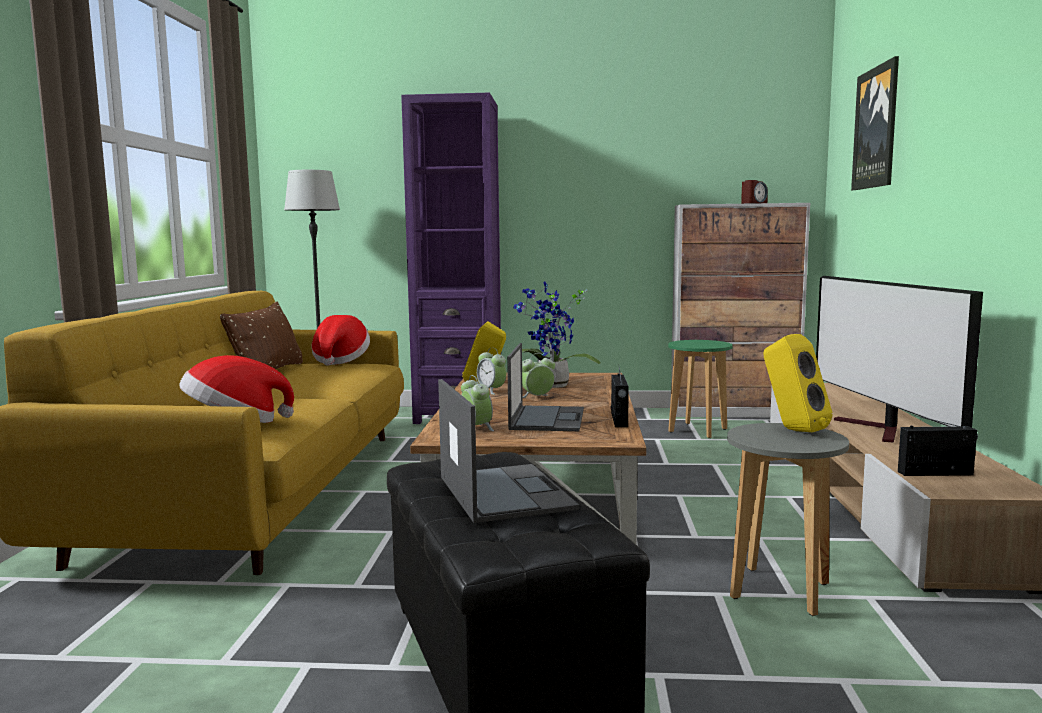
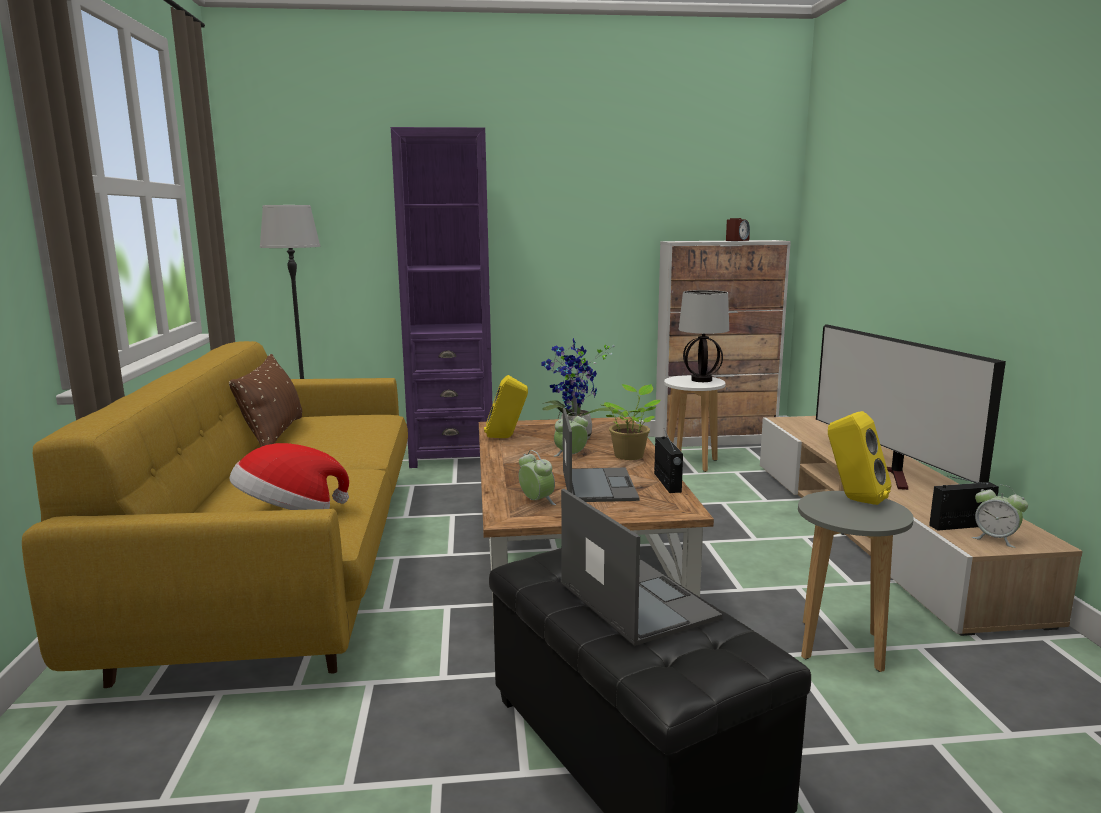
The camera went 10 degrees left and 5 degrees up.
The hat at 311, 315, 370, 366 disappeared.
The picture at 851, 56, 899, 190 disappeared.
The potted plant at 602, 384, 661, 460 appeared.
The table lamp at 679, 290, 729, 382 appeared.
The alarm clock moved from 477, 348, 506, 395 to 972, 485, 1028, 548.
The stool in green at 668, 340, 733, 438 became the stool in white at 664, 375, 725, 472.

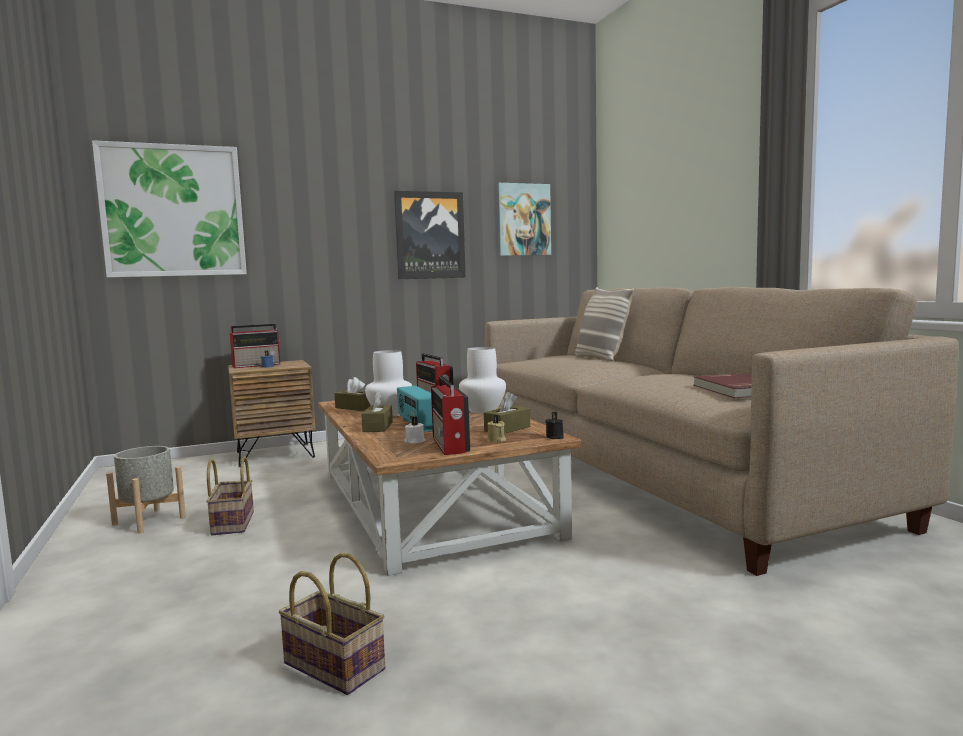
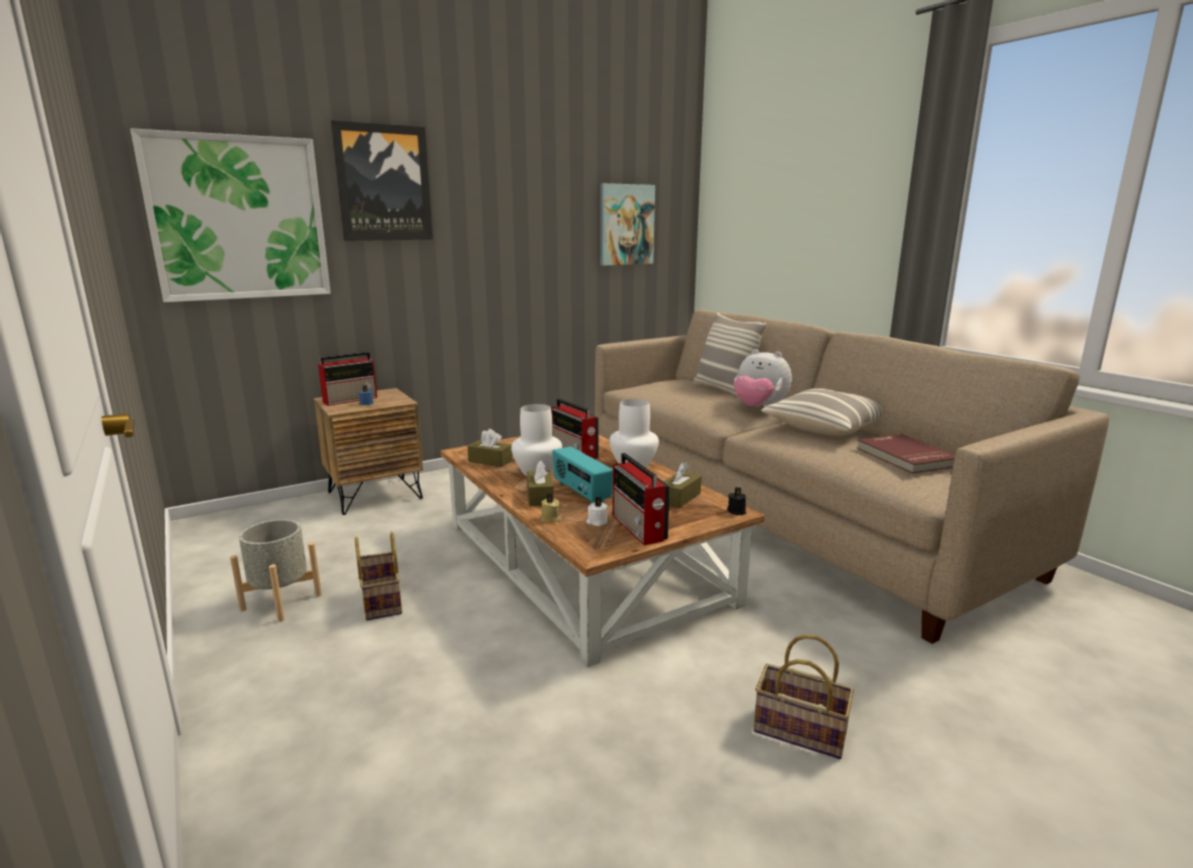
The camera went 10 degrees left and 10 degrees up.
The plush toy at 734, 349, 792, 407 appeared.
The pillow at 761, 388, 882, 436 appeared.
The basket moved from 279, 553, 385, 695 to 753, 634, 854, 759.
The picture moved from 394, 191, 466, 279 to 331, 120, 433, 241.
The candle in beige moved from 487, 414, 506, 442 to 541, 493, 561, 522.

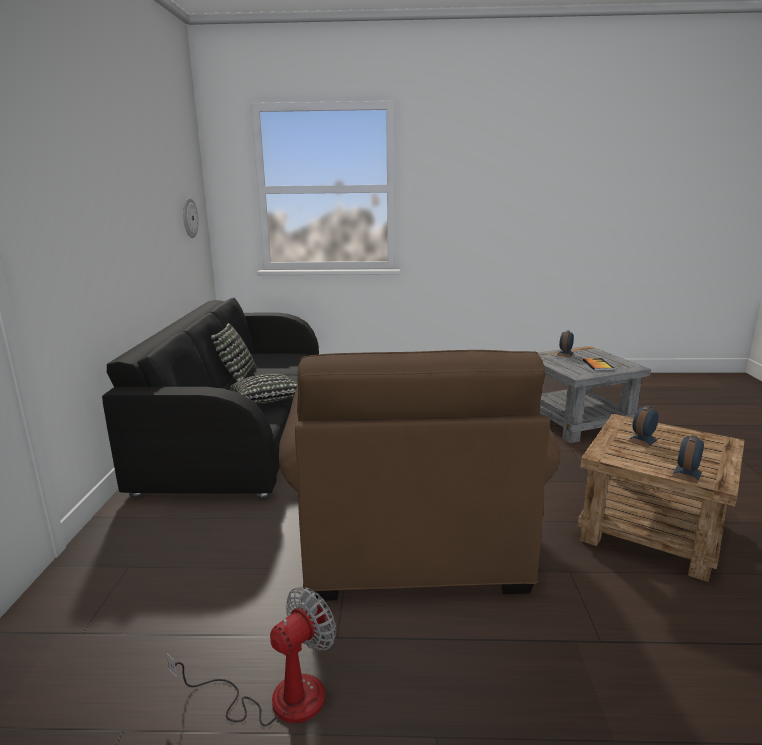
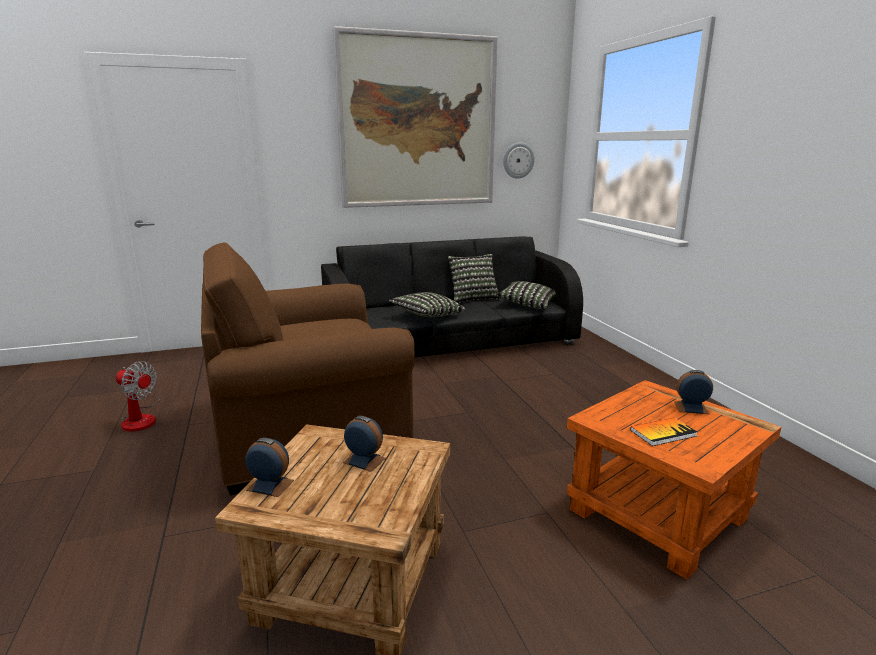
The camera went 70 degrees right and 0 degrees up.
The picture at 332, 26, 498, 208 appeared.
The pillow at 497, 281, 556, 309 appeared.
The side table in grey at 537, 346, 651, 443 became the side table in orange at 567, 380, 781, 580.

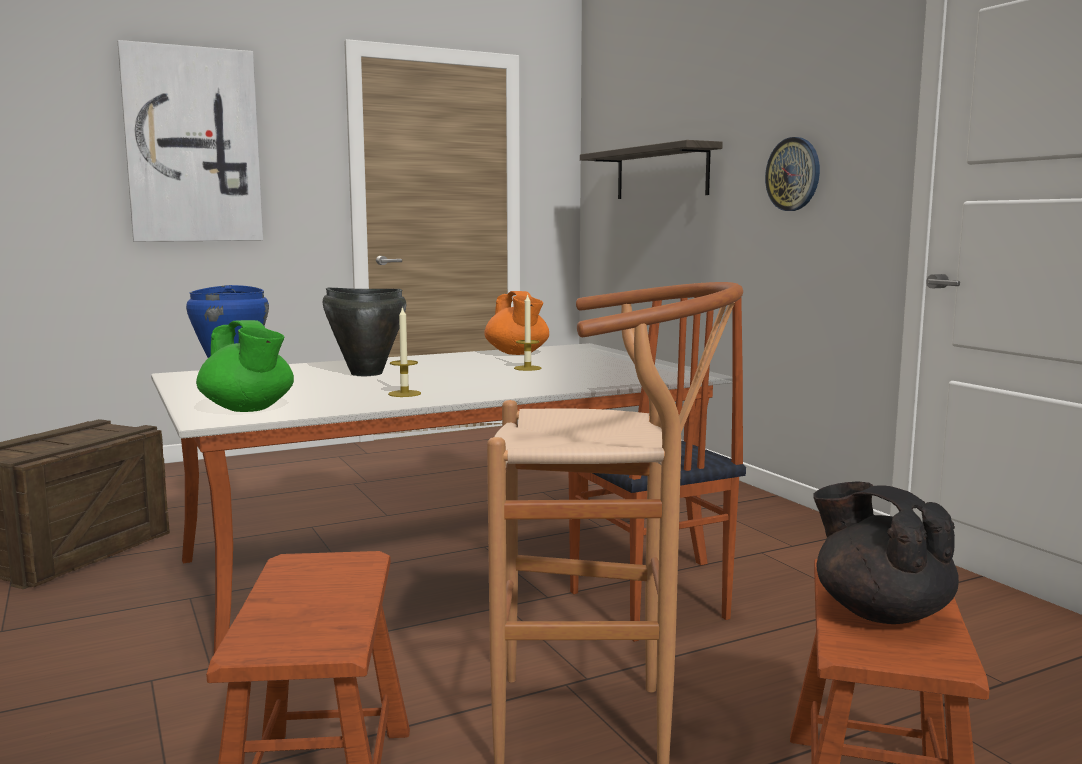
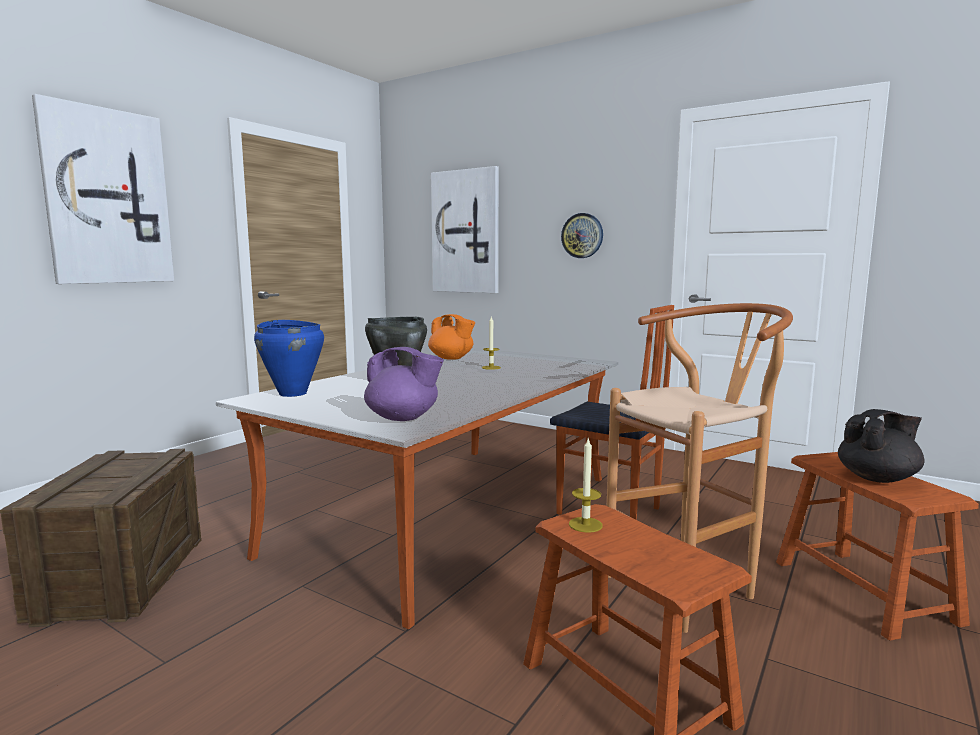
The camera went 30 degrees left and 0 degrees up.
The candle moved from 388, 306, 421, 397 to 569, 439, 603, 533.
The shelf at 580, 140, 723, 199 was replaced by the picture at 431, 166, 499, 293.
The teapot in green at 196, 320, 294, 412 became the teapot in purple at 364, 347, 444, 421.
The teapot in black at 813, 481, 959, 624 turned 135 degrees clockwise.

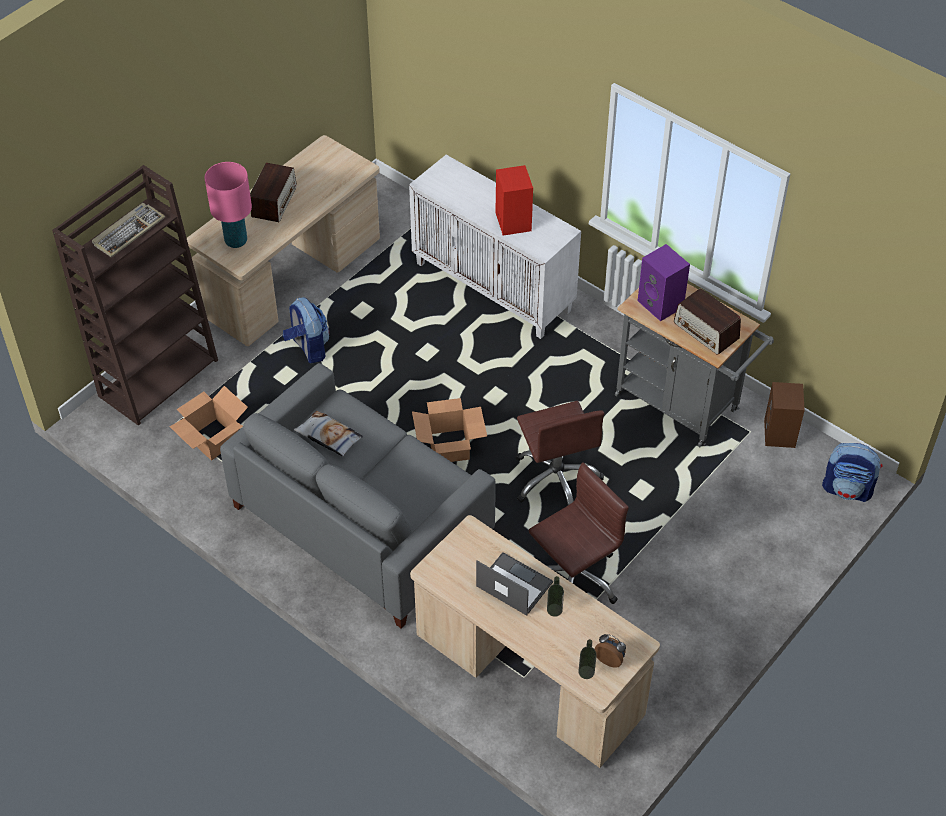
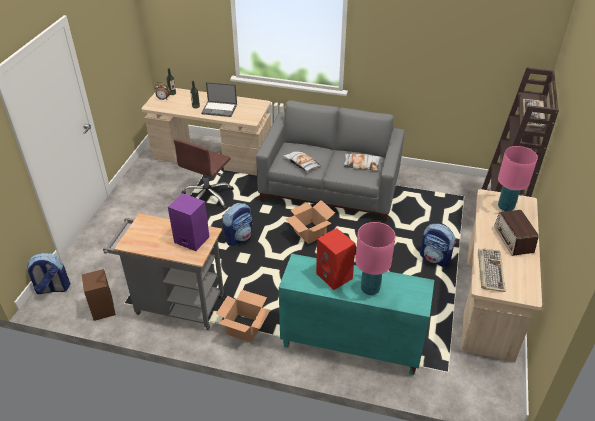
The camera went 155 degrees right and 10 degrees down.
The radio at 674, 288, 741, 355 disappeared.
The pillow at 283, 150, 321, 172 appeared.
The table lamp in pink at 355, 222, 396, 295 appeared.
The keyboard at 478, 248, 506, 292 appeared.
The cardboard box moved from 170, 386, 248, 461 to 216, 290, 270, 343.
The office chair in brown at 516, 401, 604, 505 was replaced by the backpack at 222, 203, 253, 246.
The cabinet in white at 409, 155, 581, 339 became the cabinet in turquoise at 279, 254, 434, 375.

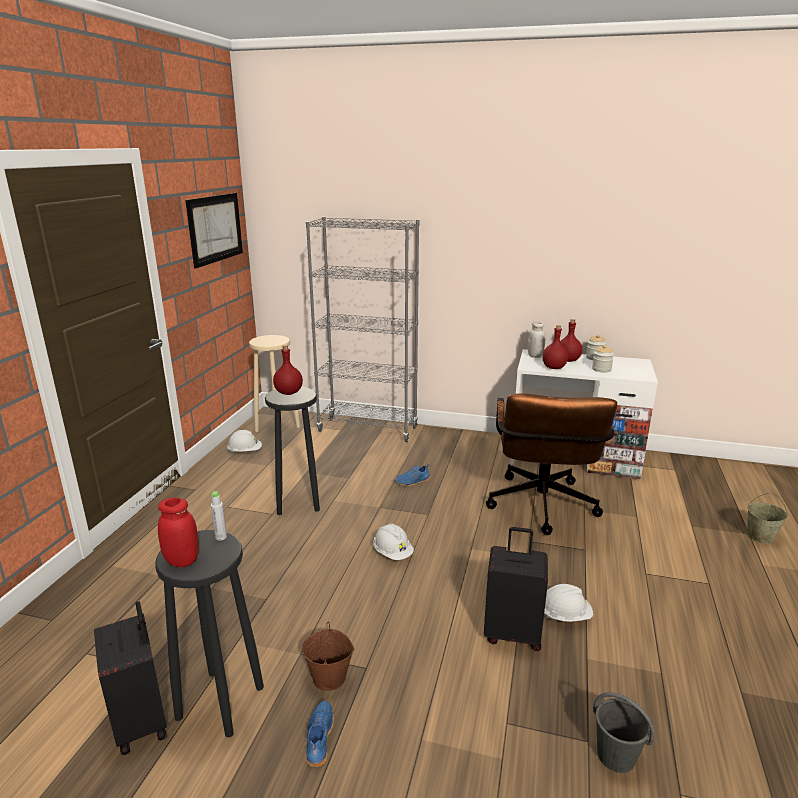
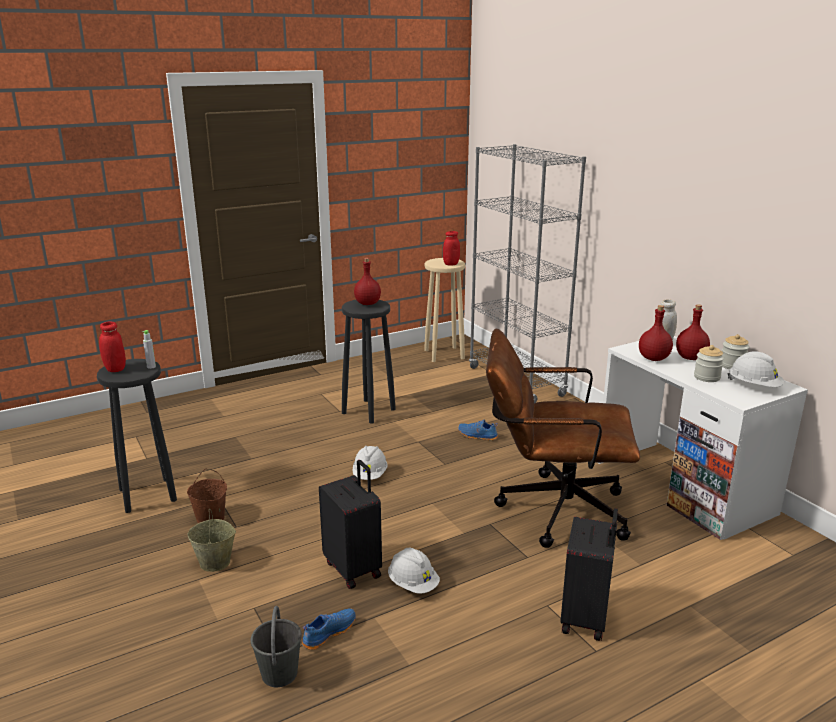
The camera went 45 degrees right and 0 degrees up.
The picture at 185, 193, 243, 269 disappeared.
The jar in red at 443, 231, 460, 266 appeared.
The suitcase in black moved from 94, 601, 167, 755 to 561, 508, 618, 641.
The hard hat in white moved from 227, 430, 262, 452 to 728, 351, 784, 387.
The shoe in blue moved from 306, 701, 334, 767 to 302, 609, 356, 650.
The bucket in beige moved from 747, 493, 788, 544 to 187, 509, 236, 572.
The office chair in brown at 486, 393, 617, 535 turned 45 degrees clockwise.

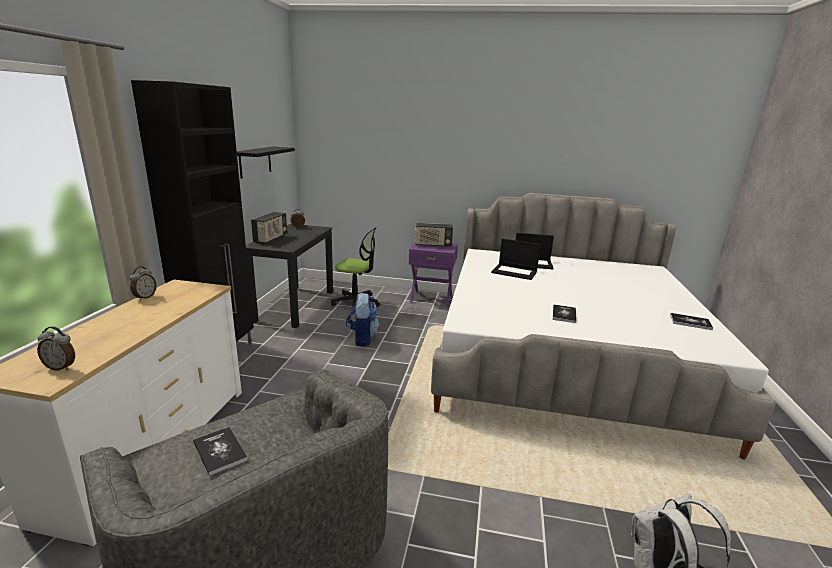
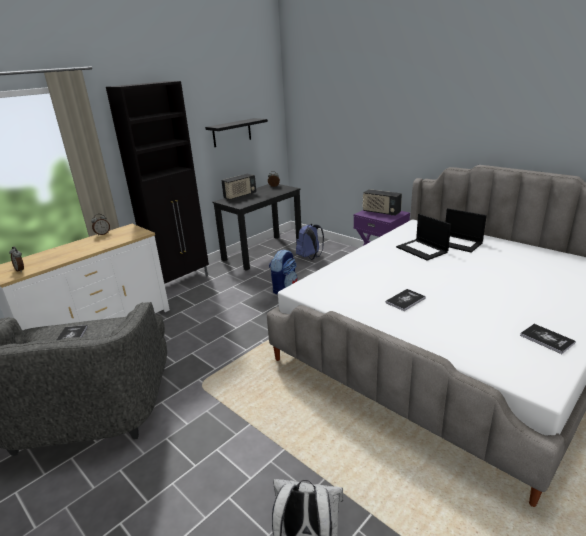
The camera went 35 degrees right and 5 degrees up.
The office chair at 331, 227, 380, 311 was replaced by the backpack in blue at 296, 224, 324, 260.

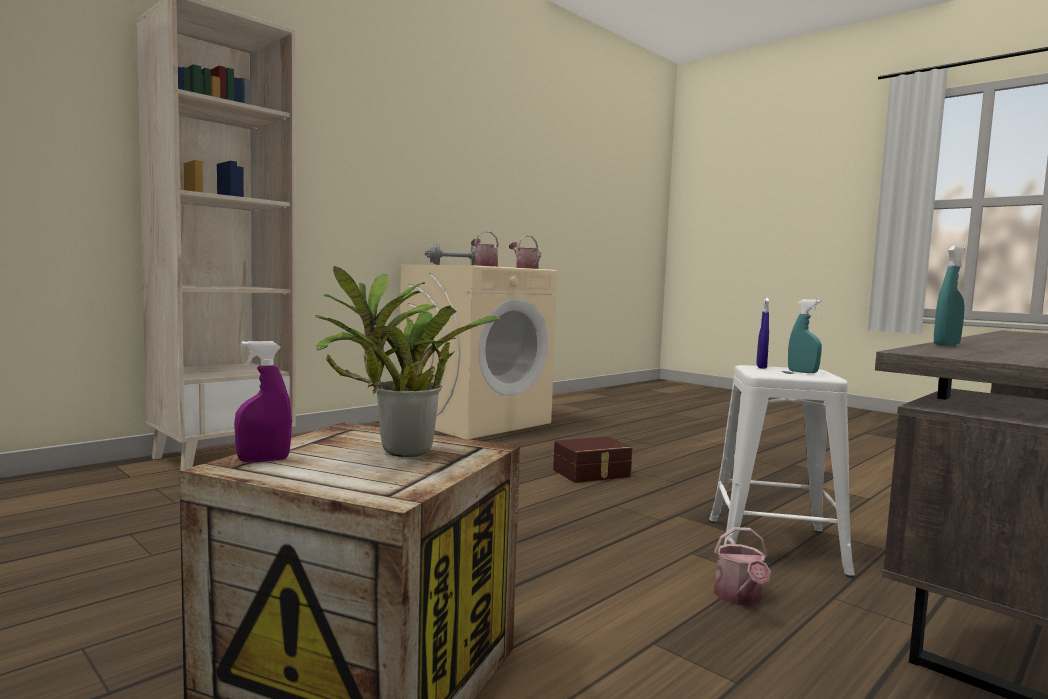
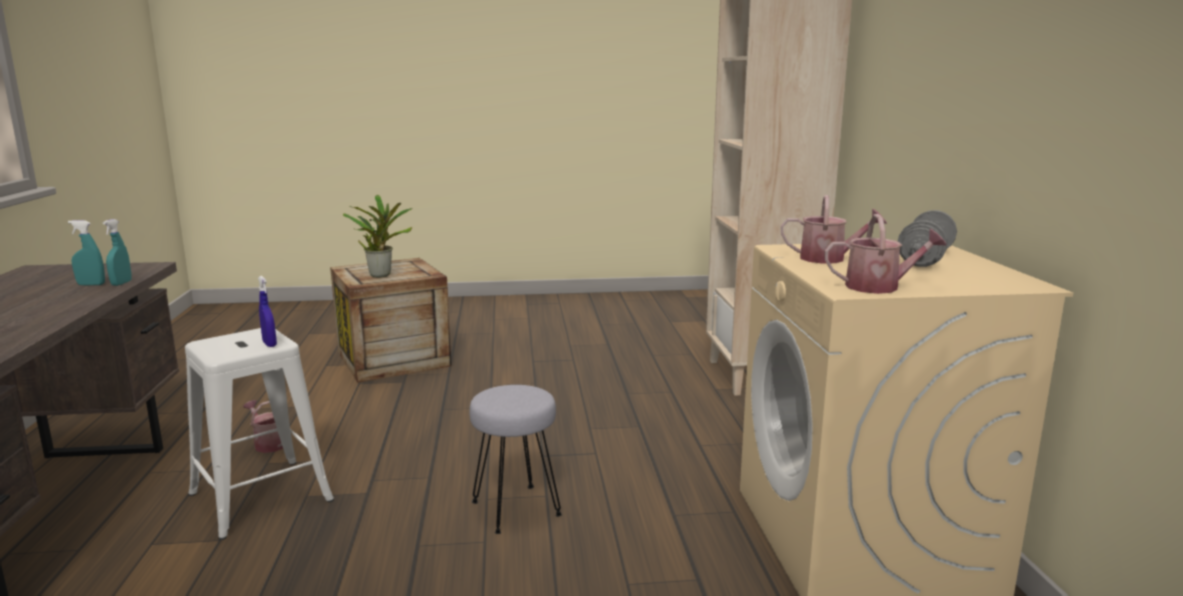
The camera went 130 degrees right and 10 degrees up.
The spray bottle in purple at 234, 341, 292, 462 disappeared.
The spray bottle in turquoise moved from 788, 299, 822, 373 to 68, 220, 105, 285.
The storage box in brown at 553, 437, 632, 483 was replaced by the stool in grey at 469, 385, 562, 534.

